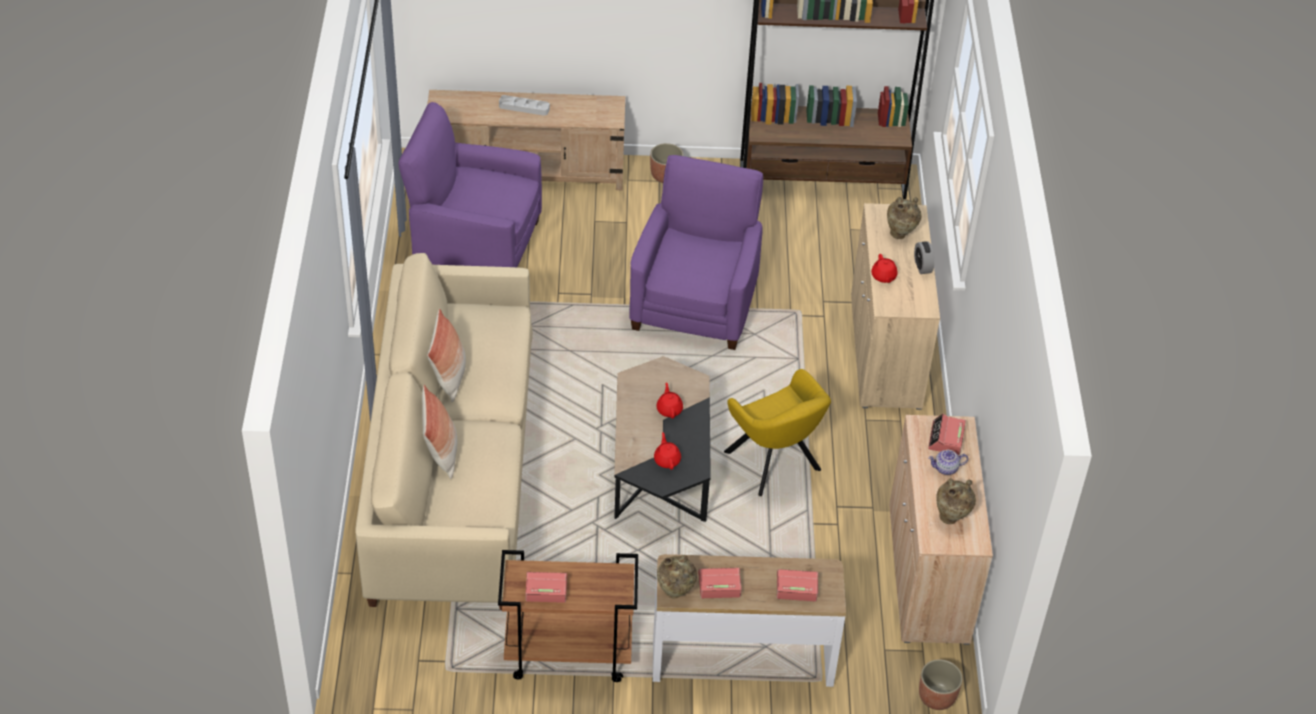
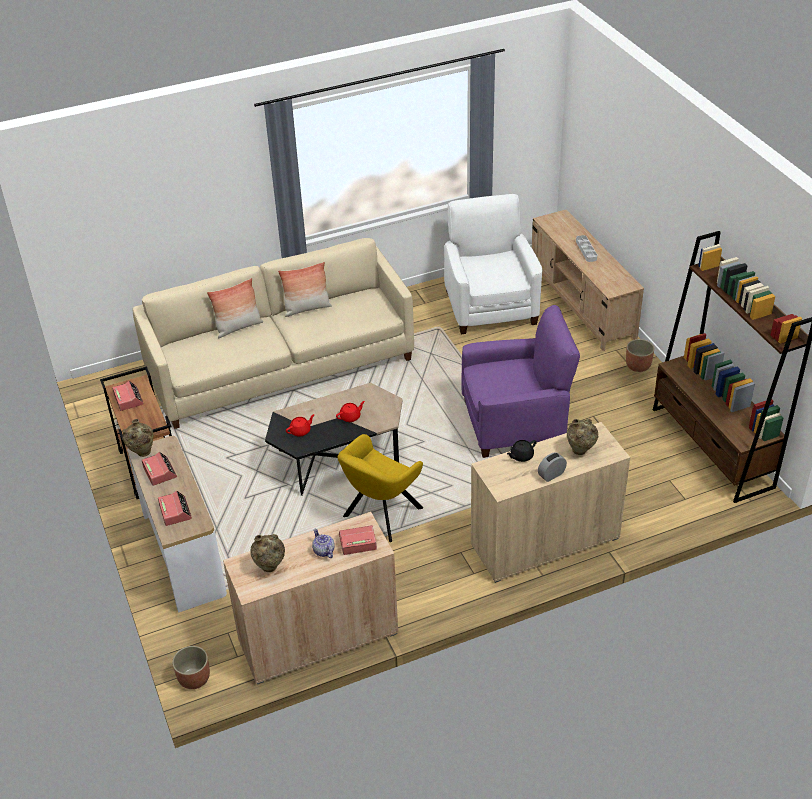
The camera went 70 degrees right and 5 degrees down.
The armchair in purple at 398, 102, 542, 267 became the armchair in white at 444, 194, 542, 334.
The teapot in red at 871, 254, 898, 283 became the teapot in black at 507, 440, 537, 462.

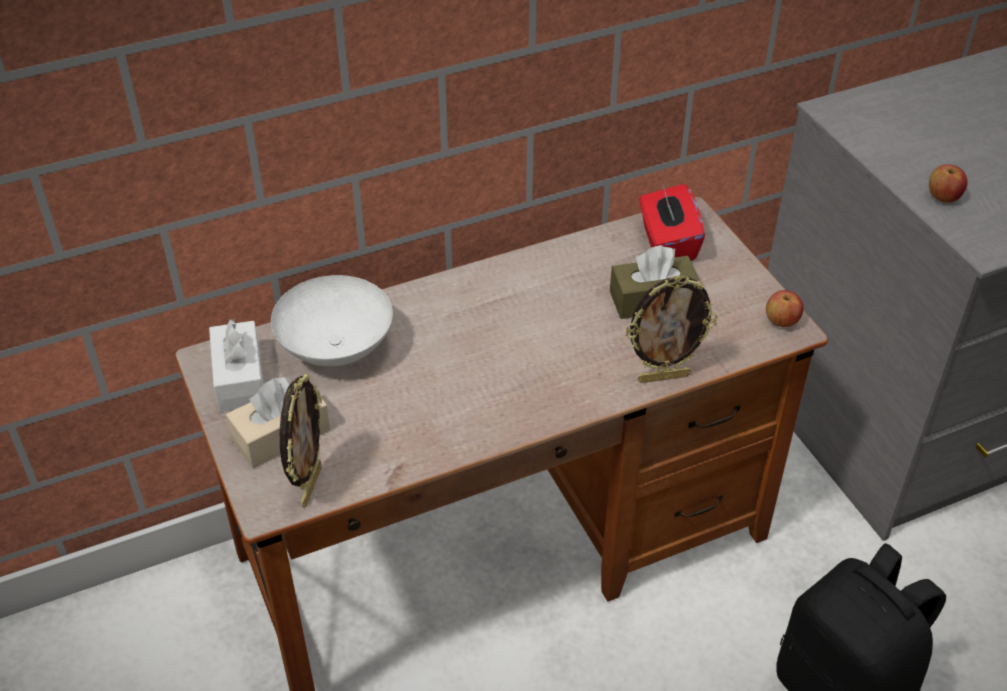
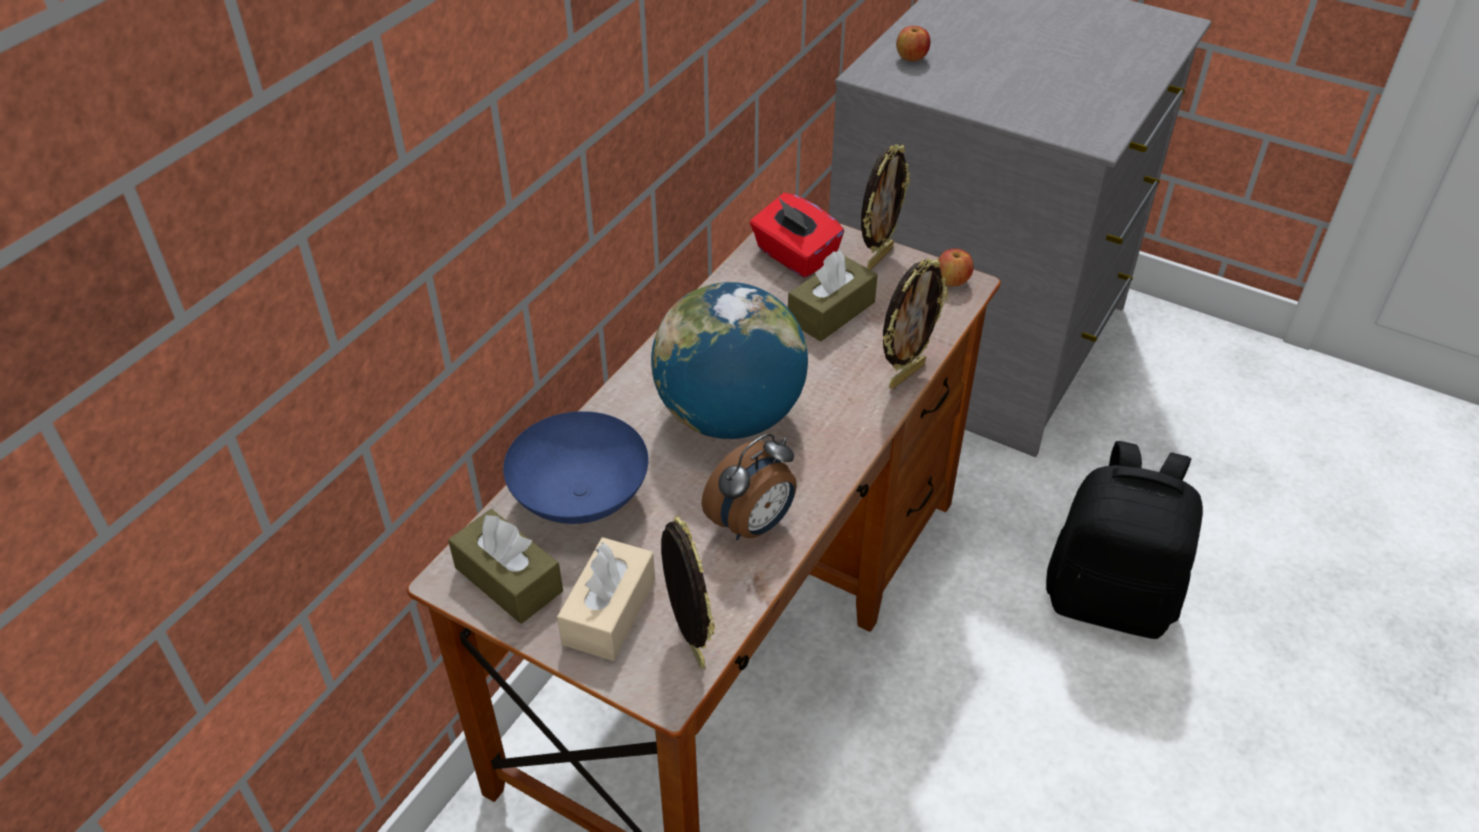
The camera went 35 degrees left and 0 degrees up.
The globe at 651, 282, 808, 439 appeared.
The alarm clock at 702, 434, 797, 540 appeared.
The picture frame at 861, 144, 910, 270 appeared.
The apple moved from 929, 164, 968, 203 to 896, 26, 930, 61.
The tissue box in white at 209, 318, 264, 412 became the tissue box in brown at 448, 509, 563, 624.
The bowl in white at 271, 275, 393, 366 became the bowl in blue at 503, 411, 649, 524.

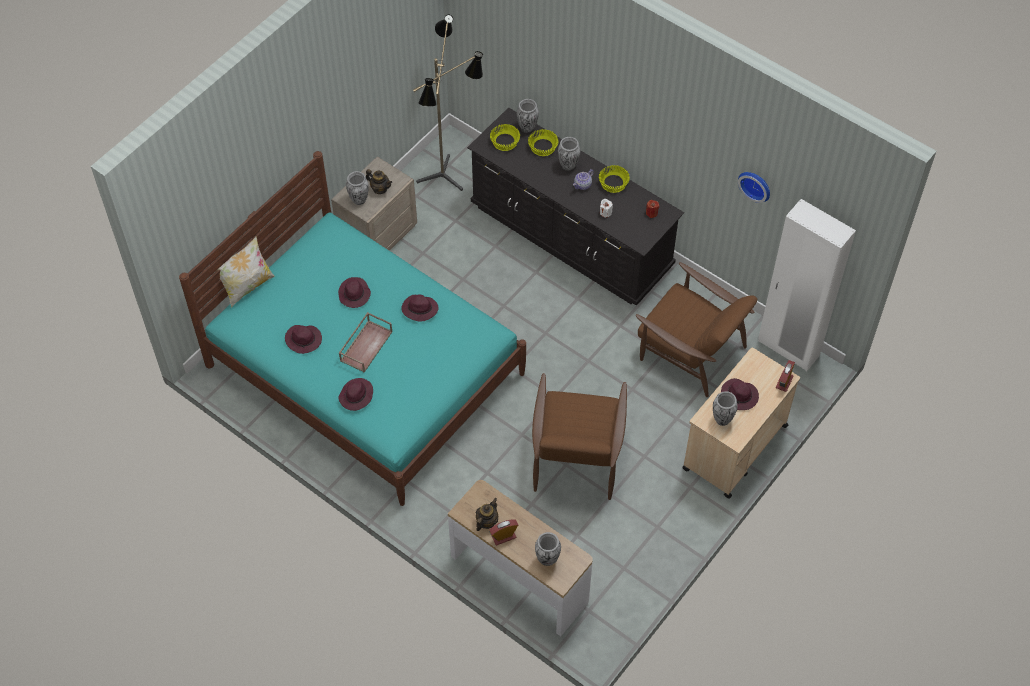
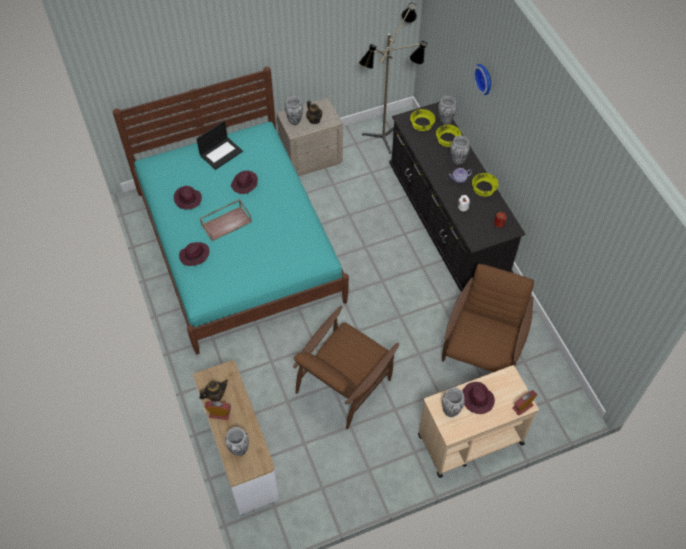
The camera went 30 degrees right and 0 degrees up.
The pillow at 216, 236, 274, 308 disappeared.
The hat in purple at 401, 295, 438, 322 disappeared.
The wardrobe in white at 758, 199, 856, 371 disappeared.
The laptop at 196, 121, 243, 170 appeared.
The wall clock moved from 738, 172, 770, 203 to 473, 64, 491, 95.
The armchair in brown at 636, 262, 757, 397 turned 135 degrees counterclockwise.

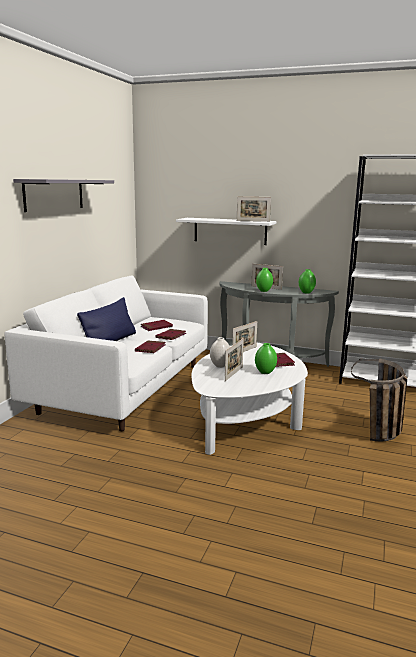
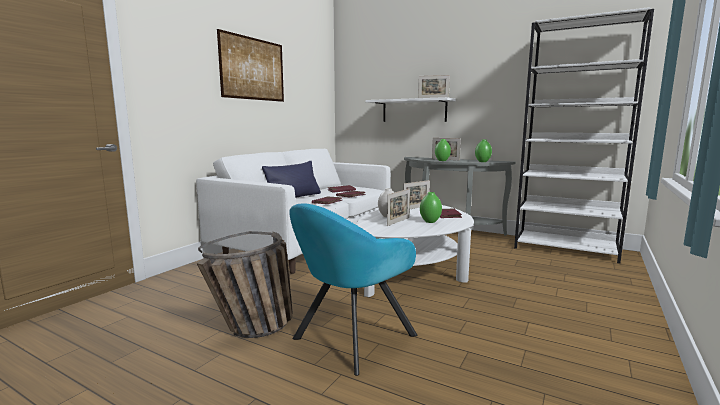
The camera went 10 degrees right and 5 degrees down.
The armchair in turquoise at 289, 203, 418, 376 appeared.
The basket moved from 351, 358, 407, 441 to 196, 231, 293, 338.
The shelf in grey at 13, 179, 114, 212 was replaced by the picture at 217, 29, 284, 102.

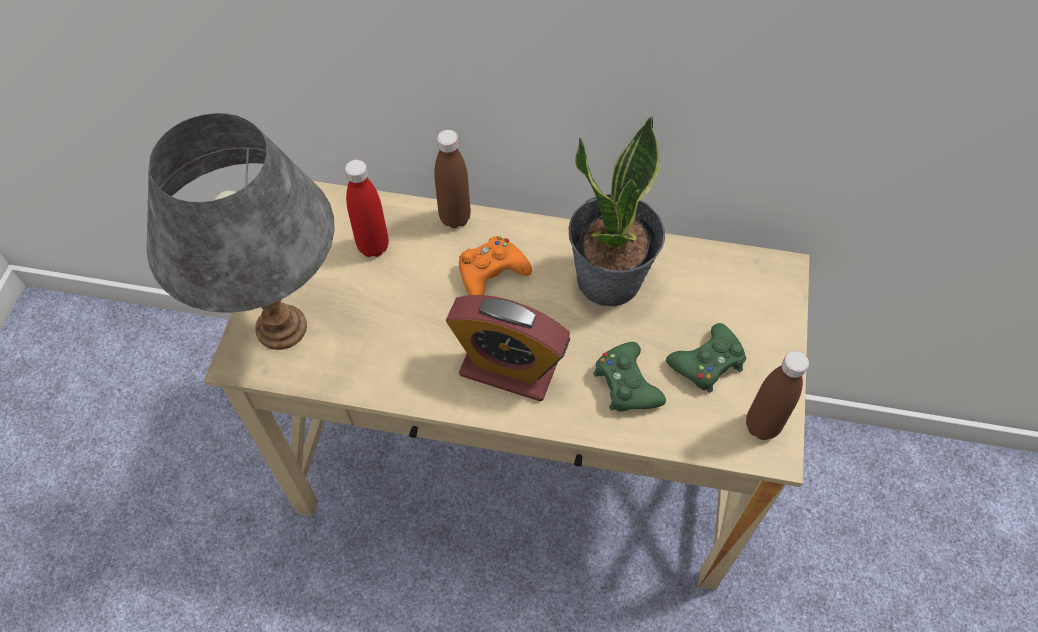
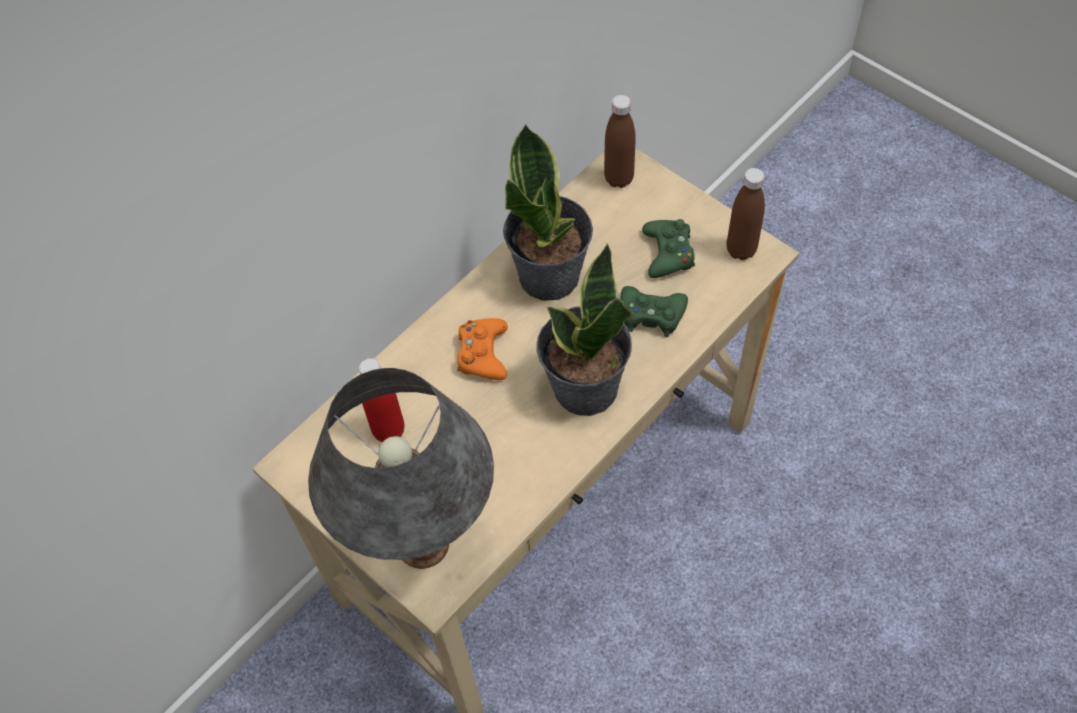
The camera went 55 degrees left and 0 degrees up.
The bottle in brown moved from 434, 130, 471, 228 to 604, 95, 636, 188.
The alarm clock at 446, 295, 570, 401 was replaced by the potted plant at 536, 243, 633, 416.

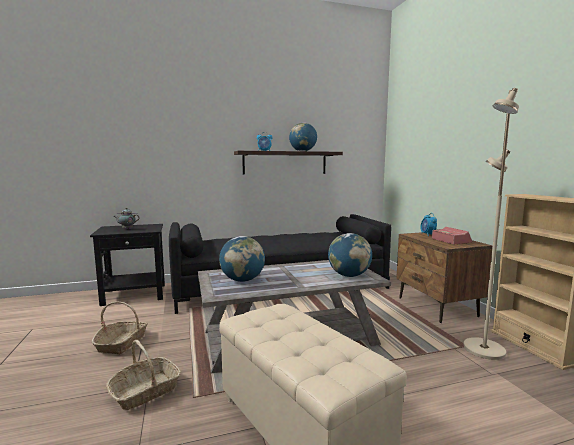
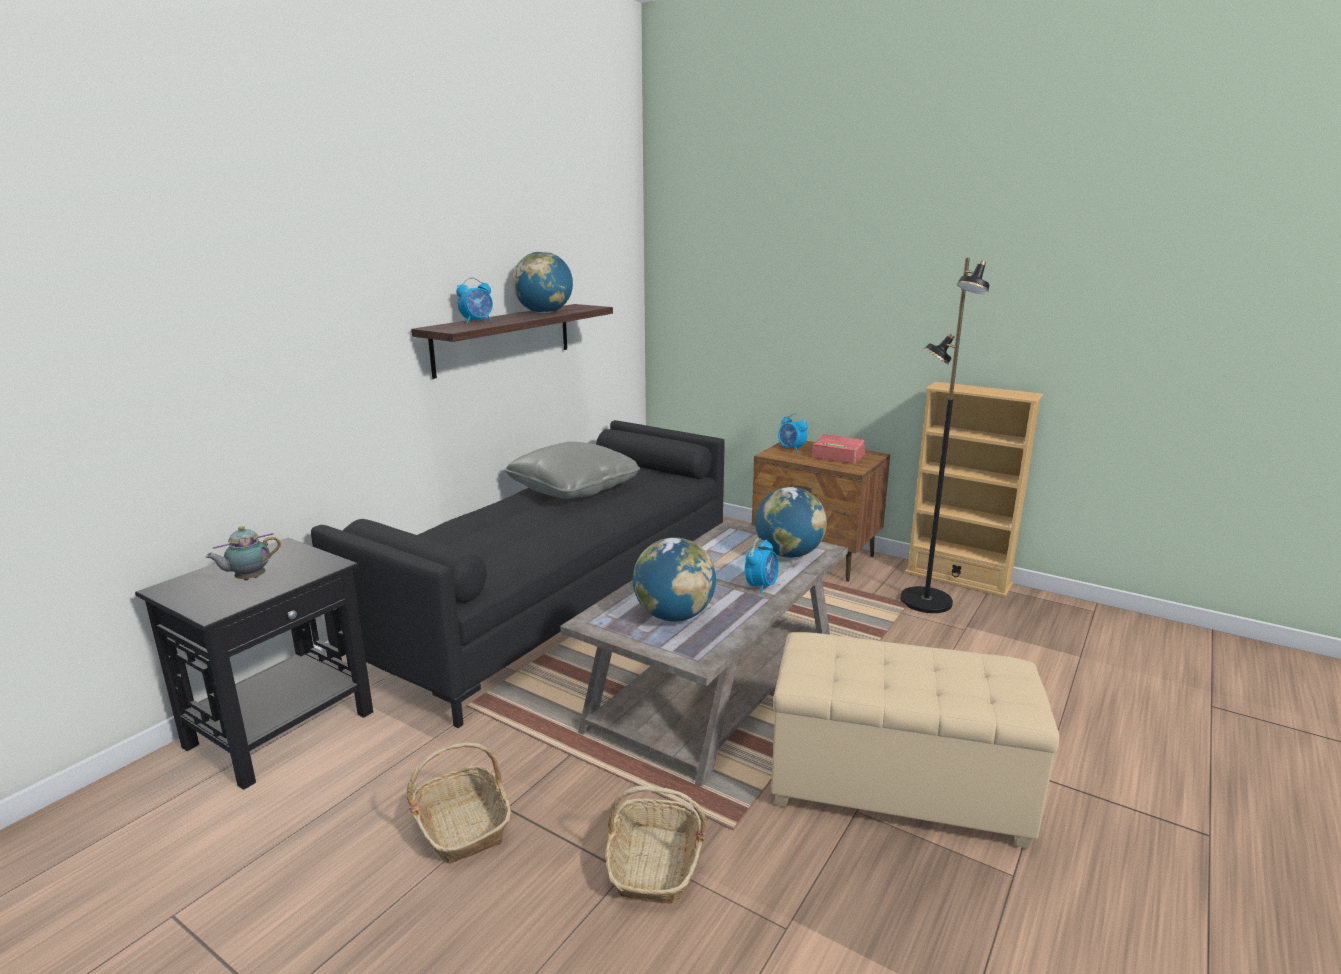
The camera went 40 degrees left and 10 degrees up.
The pillow in grey at 504, 442, 640, 498 appeared.
The alarm clock at 745, 538, 779, 594 appeared.
The floor lamp in beige at 463, 88, 519, 360 became the floor lamp in black at 900, 258, 990, 613.

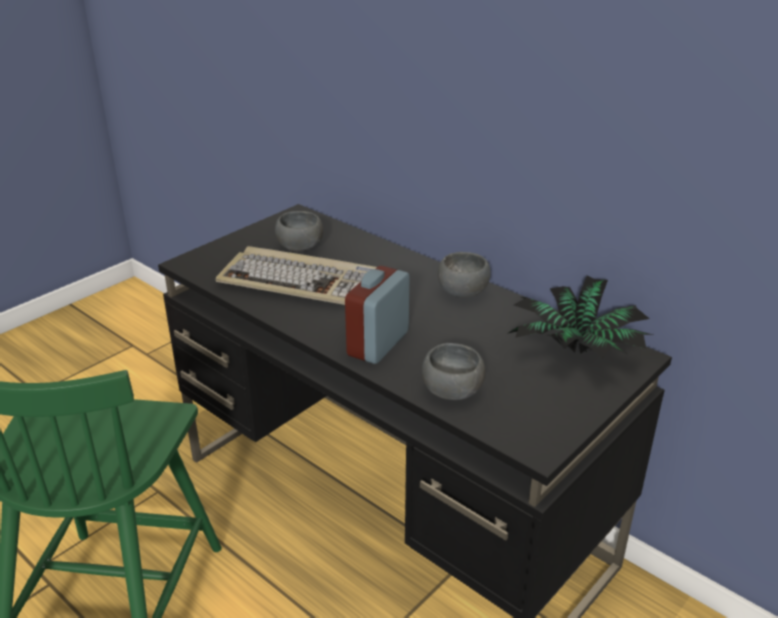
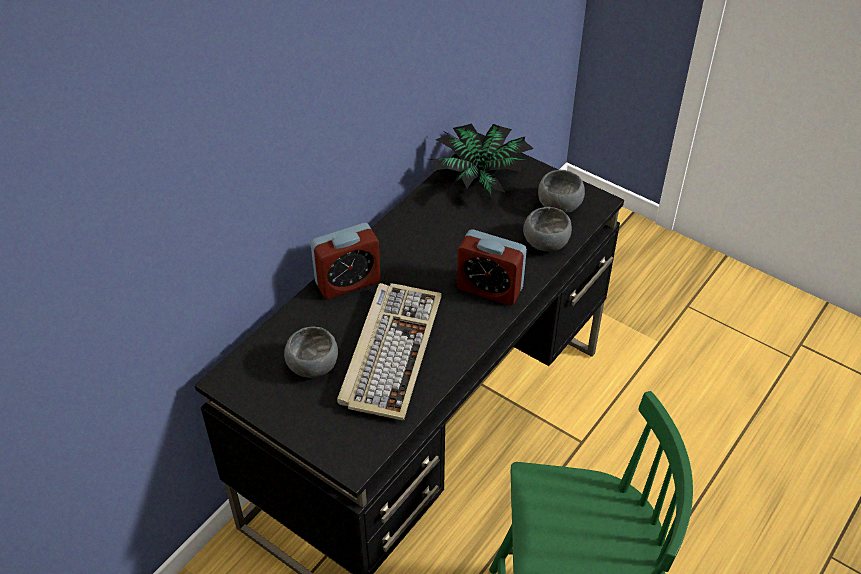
The camera went 95 degrees left and 15 degrees up.
The alarm clock at 311, 223, 381, 299 appeared.
The bowl in grey moved from 438, 252, 491, 298 to 538, 170, 585, 213.

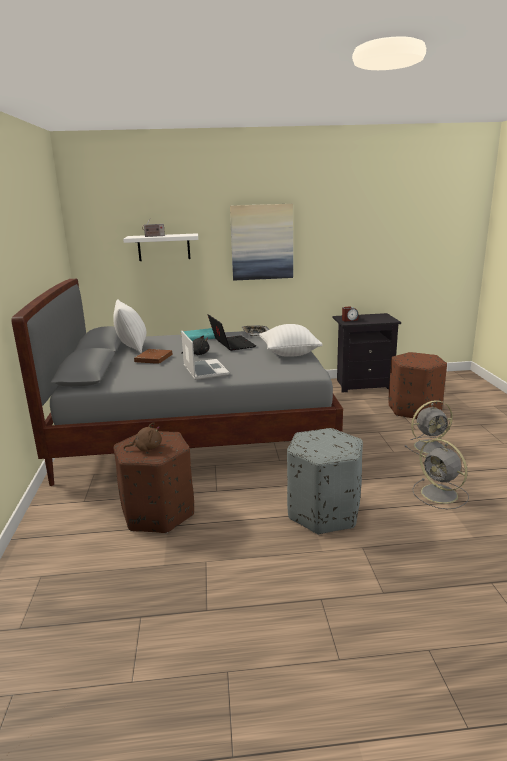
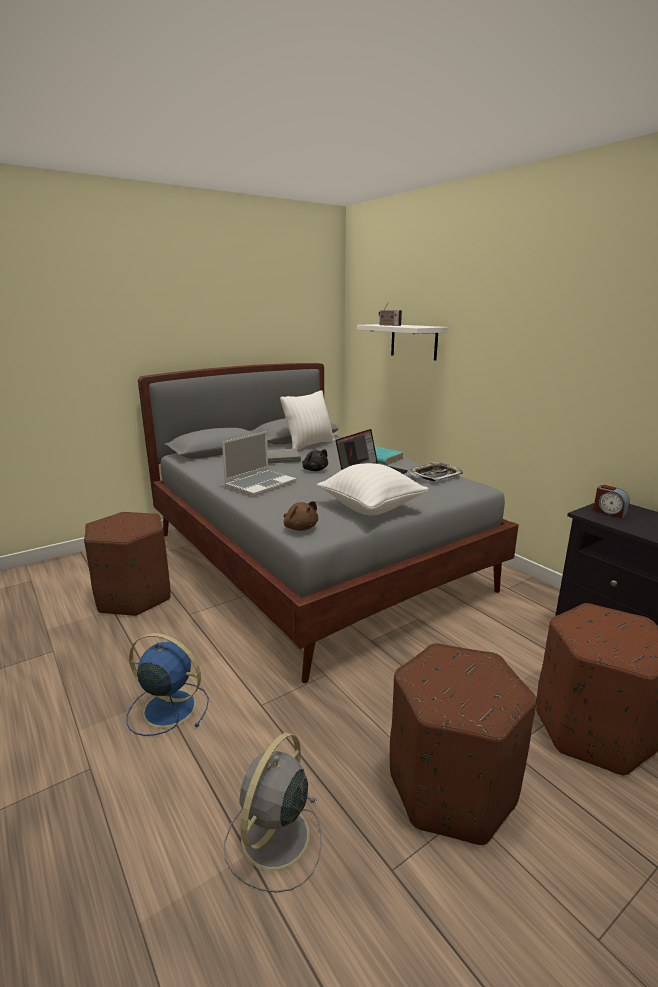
The camera went 60 degrees right and 0 degrees up.
The picture at 230, 204, 293, 280 disappeared.
The plush toy in brown moved from 124, 422, 162, 451 to 284, 501, 318, 531.
The ottoman in grey at 287, 428, 363, 535 was replaced by the fan in blue at 126, 633, 209, 736.
The fan in grey at 405, 400, 454, 455 was replaced by the ottoman in brown at 390, 643, 537, 846.
The book in brown at 134, 349, 172, 364 became the book in grey at 268, 448, 301, 464.

